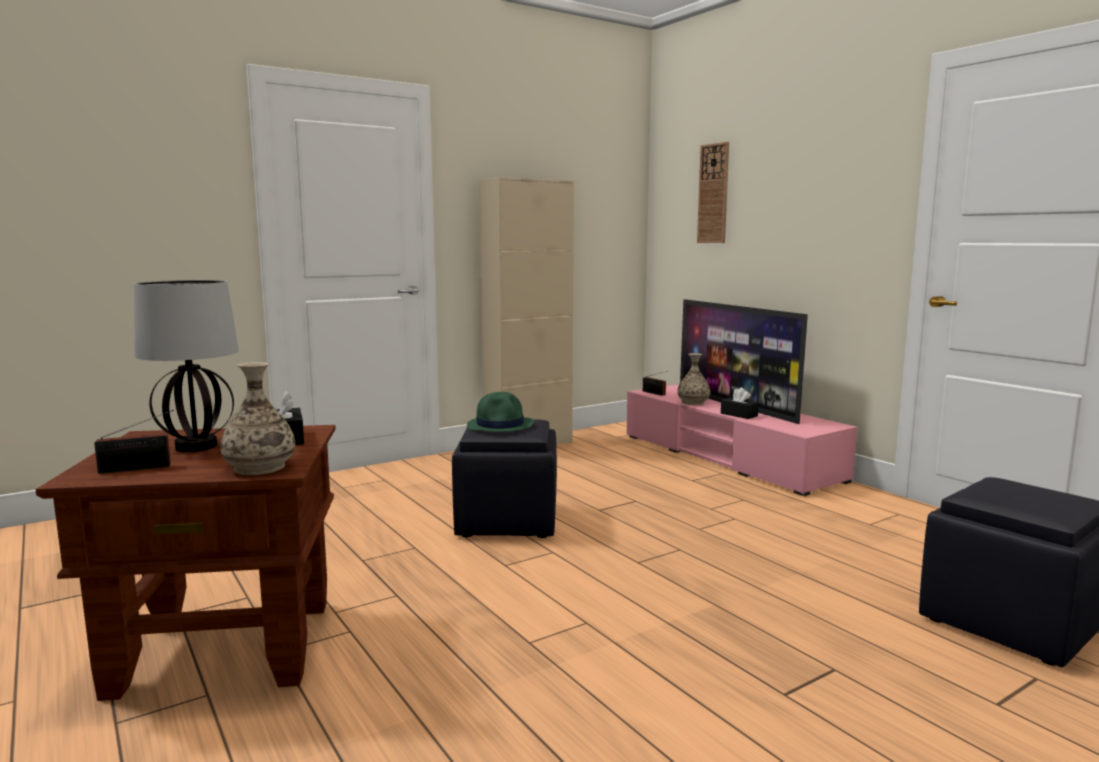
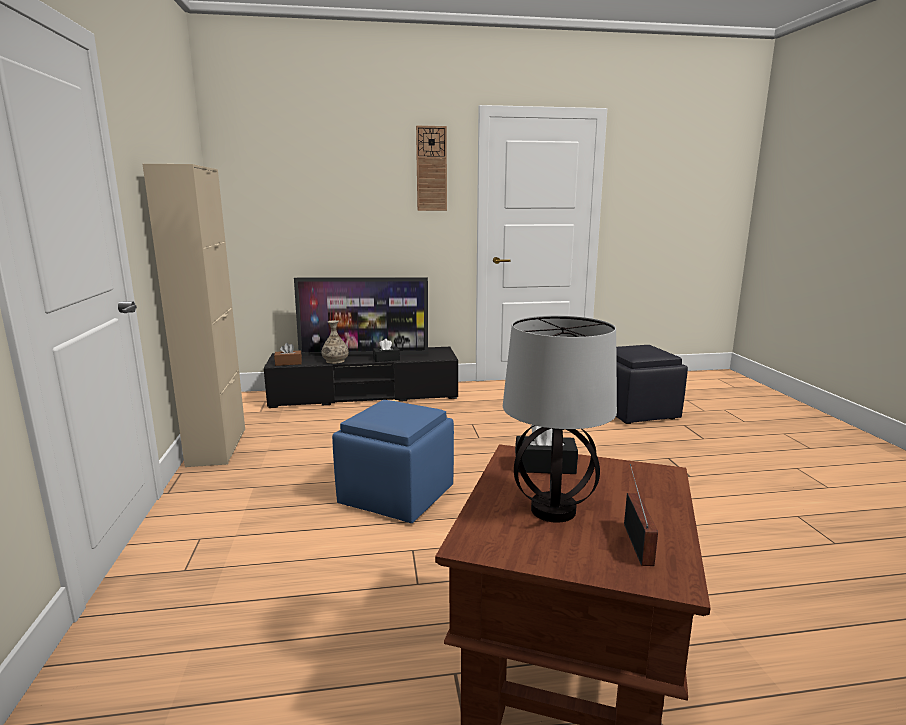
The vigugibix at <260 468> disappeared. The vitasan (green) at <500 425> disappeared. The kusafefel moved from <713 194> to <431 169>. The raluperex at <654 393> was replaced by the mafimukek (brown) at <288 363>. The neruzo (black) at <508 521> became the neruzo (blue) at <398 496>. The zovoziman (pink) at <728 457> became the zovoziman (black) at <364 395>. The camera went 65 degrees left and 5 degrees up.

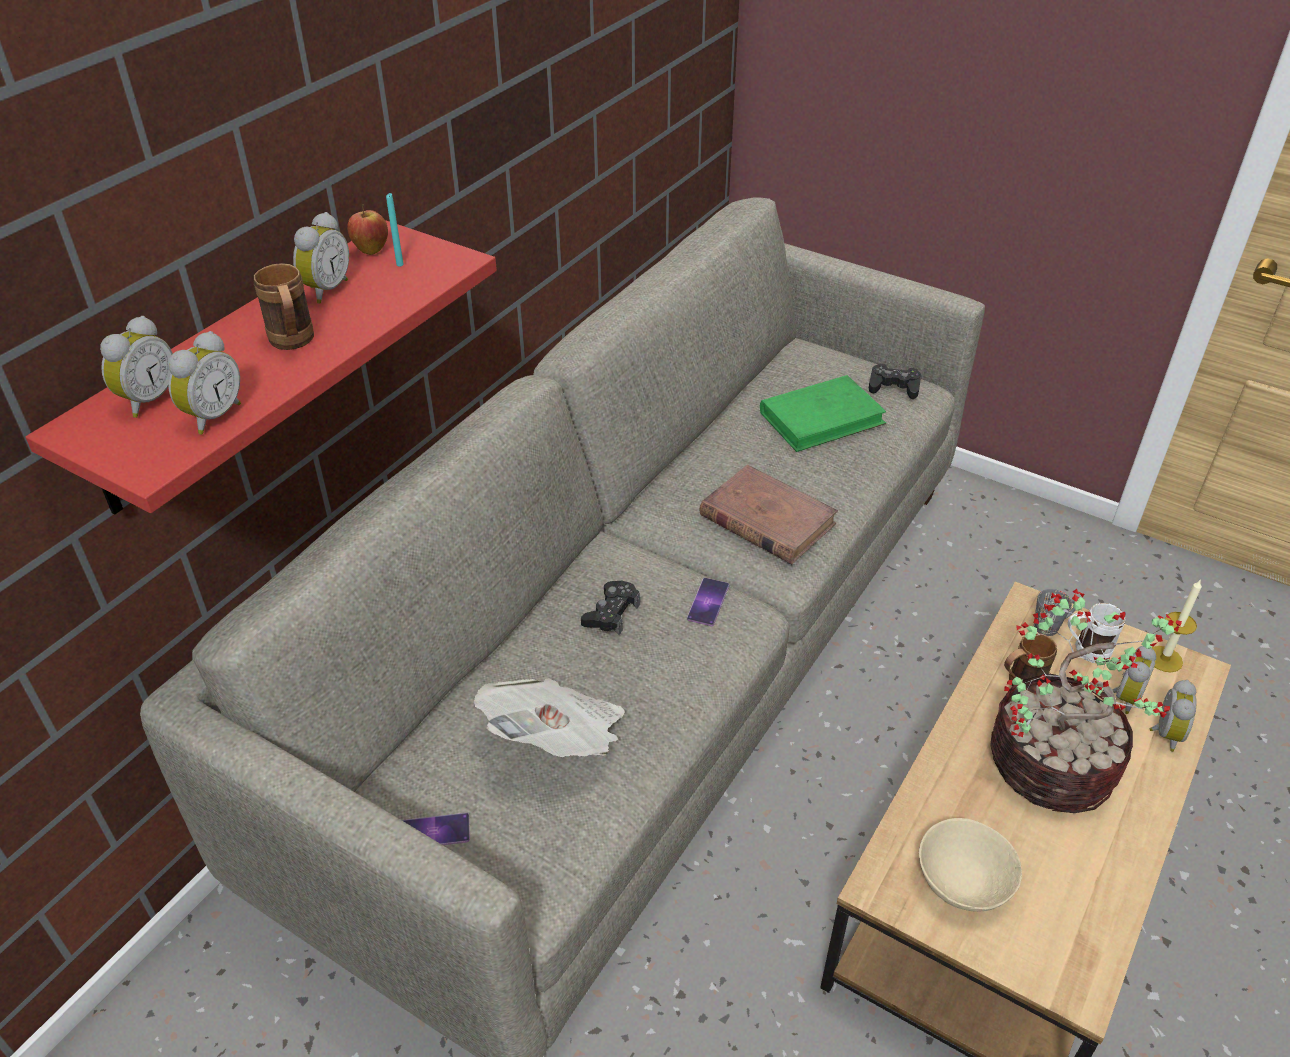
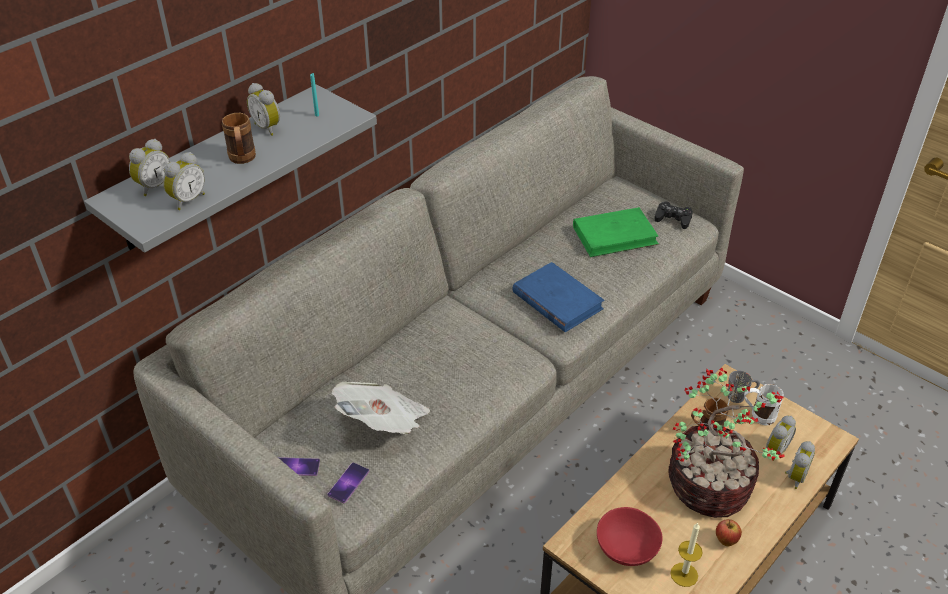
The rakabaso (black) at <611 613> disappeared. The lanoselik moved from <371 251> to <725 541>. The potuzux moved from <708 602> to <348 483>. The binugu moved from <1164 659> to <684 574>. The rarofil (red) at <242 366> became the rarofil (grey) at <215 168>. The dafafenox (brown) at <766 519> became the dafafenox (blue) at <557 300>. The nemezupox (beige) at <962 883> became the nemezupox (red) at <626 549>. The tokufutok at <325 290> turned 105 degrees clockwise. The camera went 10 degrees right and 0 degrees up.

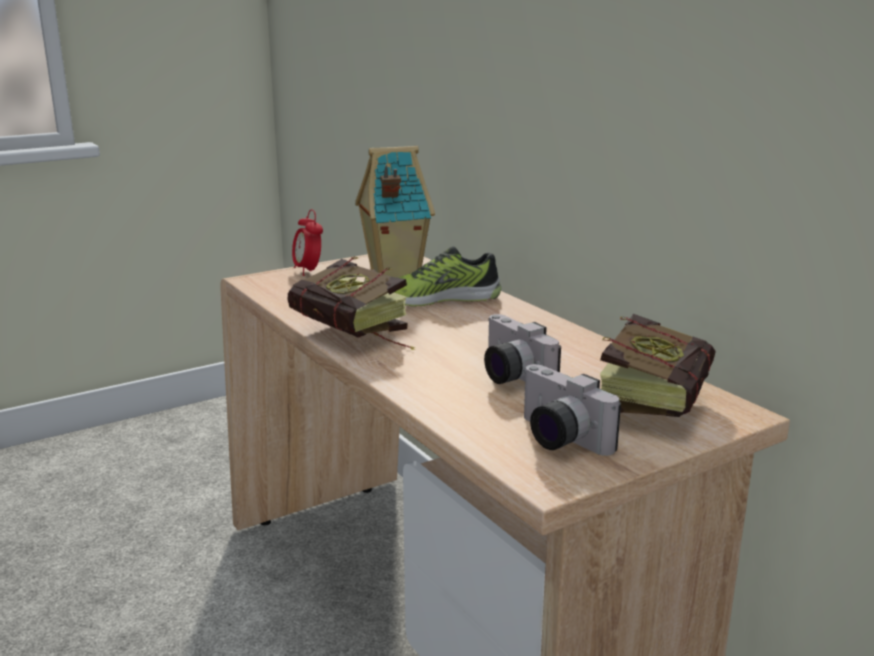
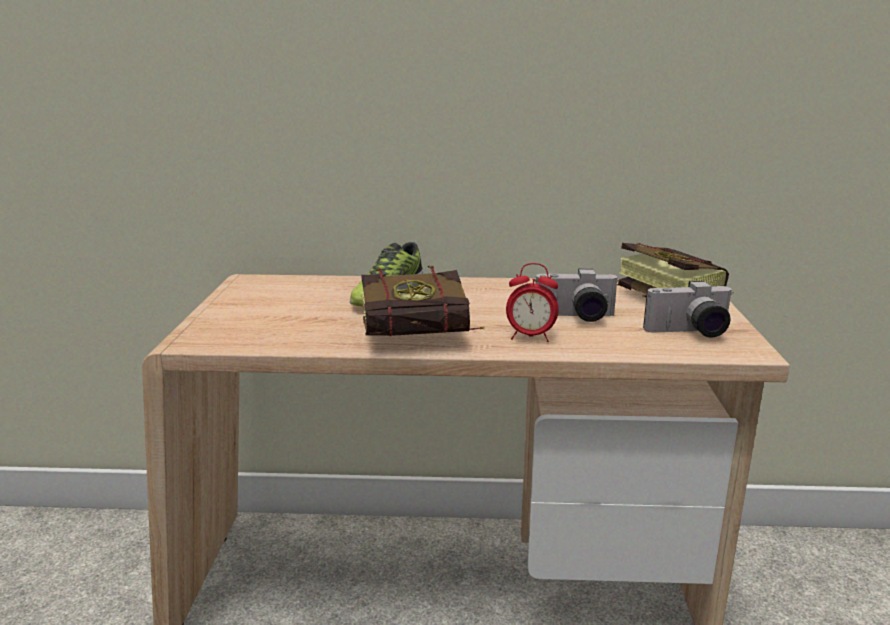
The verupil at <393 272> disappeared. The tokufutok moved from <308 271> to <530 337>. The camera went 55 degrees left and 0 degrees up.

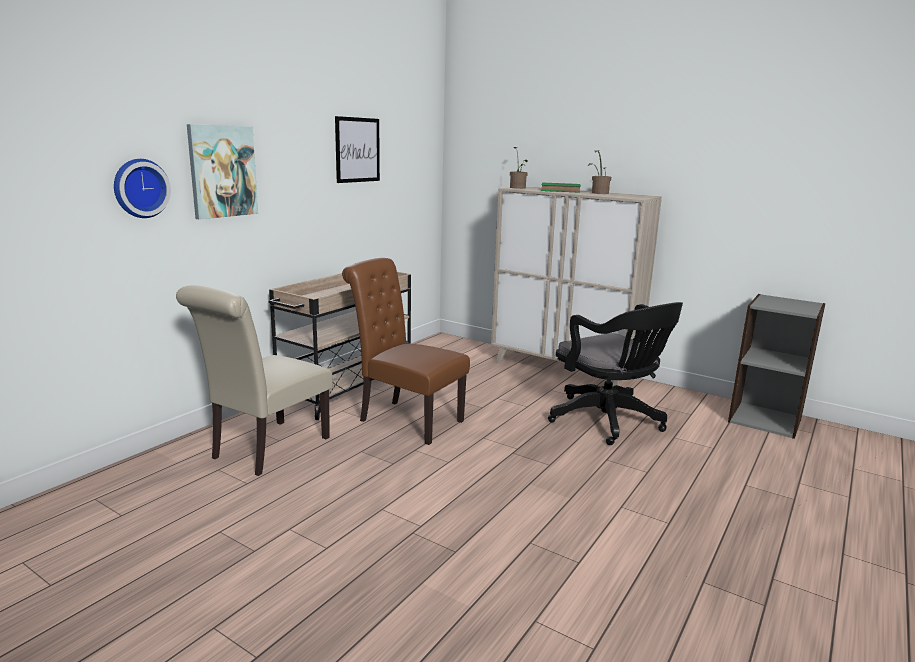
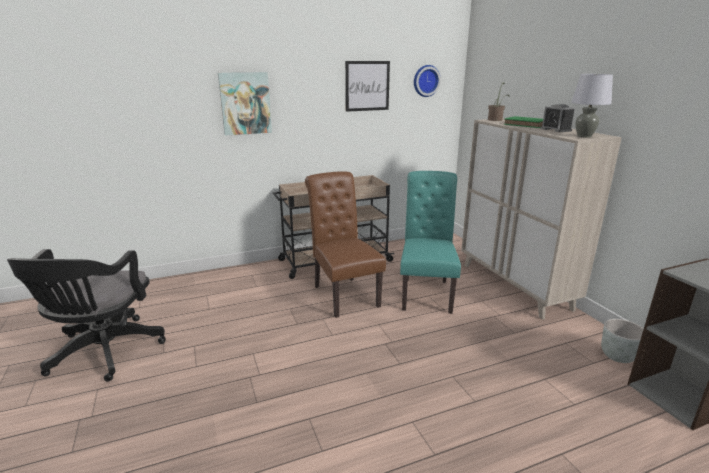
The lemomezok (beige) at <265 450> disappeared. The lemomezok (turquoise) at <426 292> appeared. The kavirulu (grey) at <584 136> appeared. The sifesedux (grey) at <618 356> appeared. The kusafefel moved from <139 188> to <425 81>. The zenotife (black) moved from <609 421> to <103 353>. The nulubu at <598 193> was replaced by the tokufutok at <555 130>. The camera went 35 degrees right and 5 degrees up.

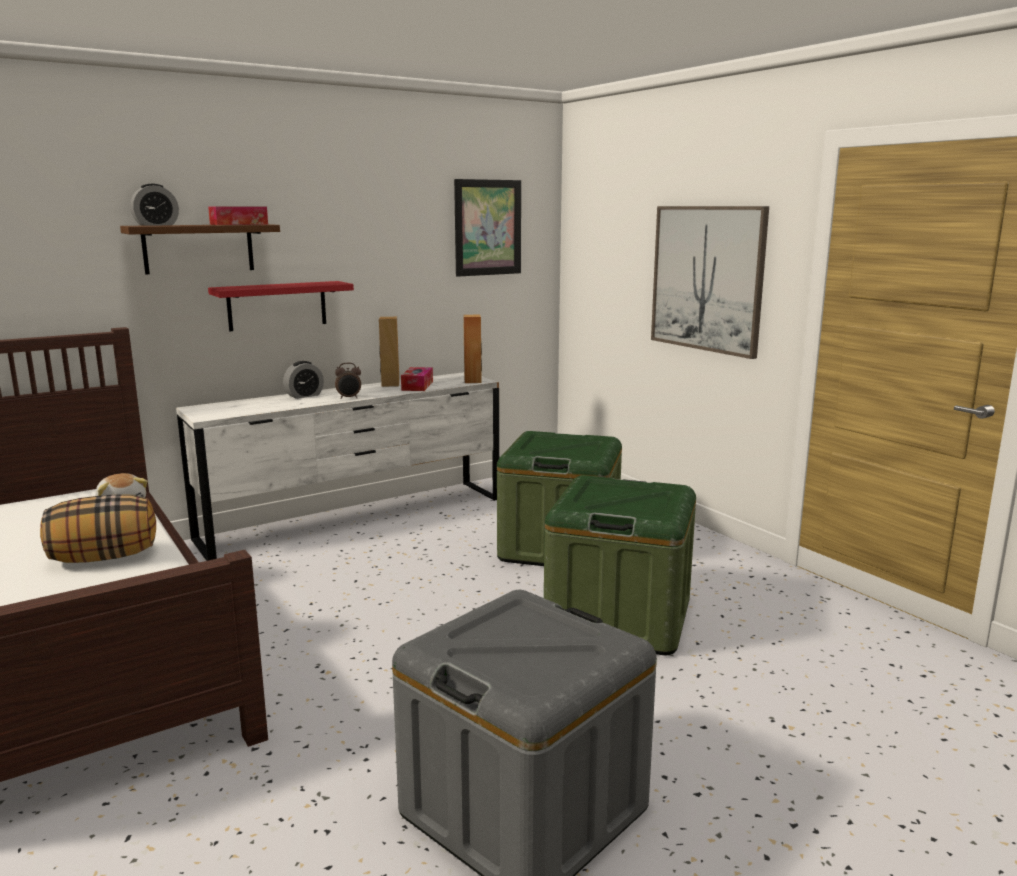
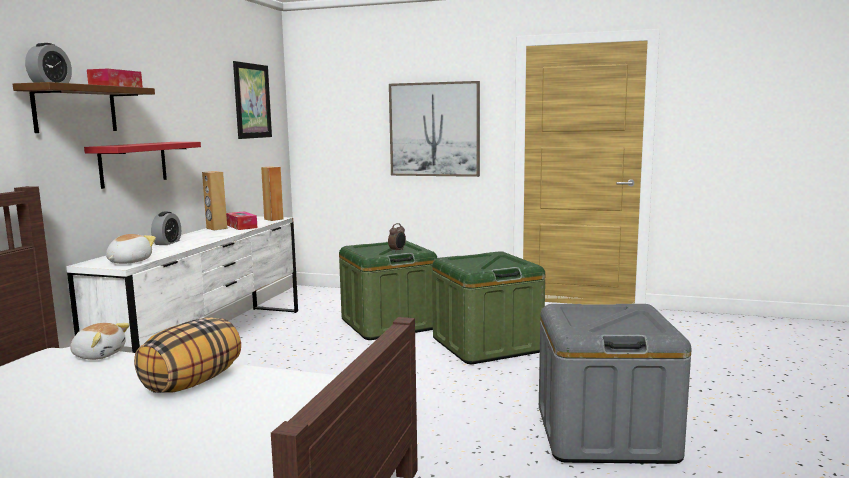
The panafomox at <128 262> appeared. The tokufutok moved from <349 398> to <397 251>. The camera went 40 degrees left and 5 degrees down.

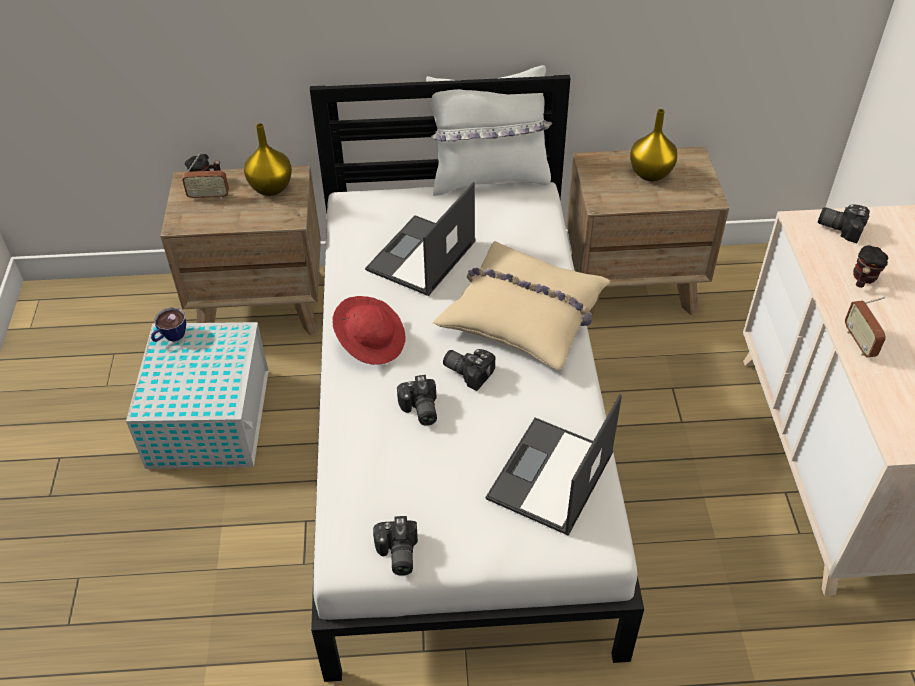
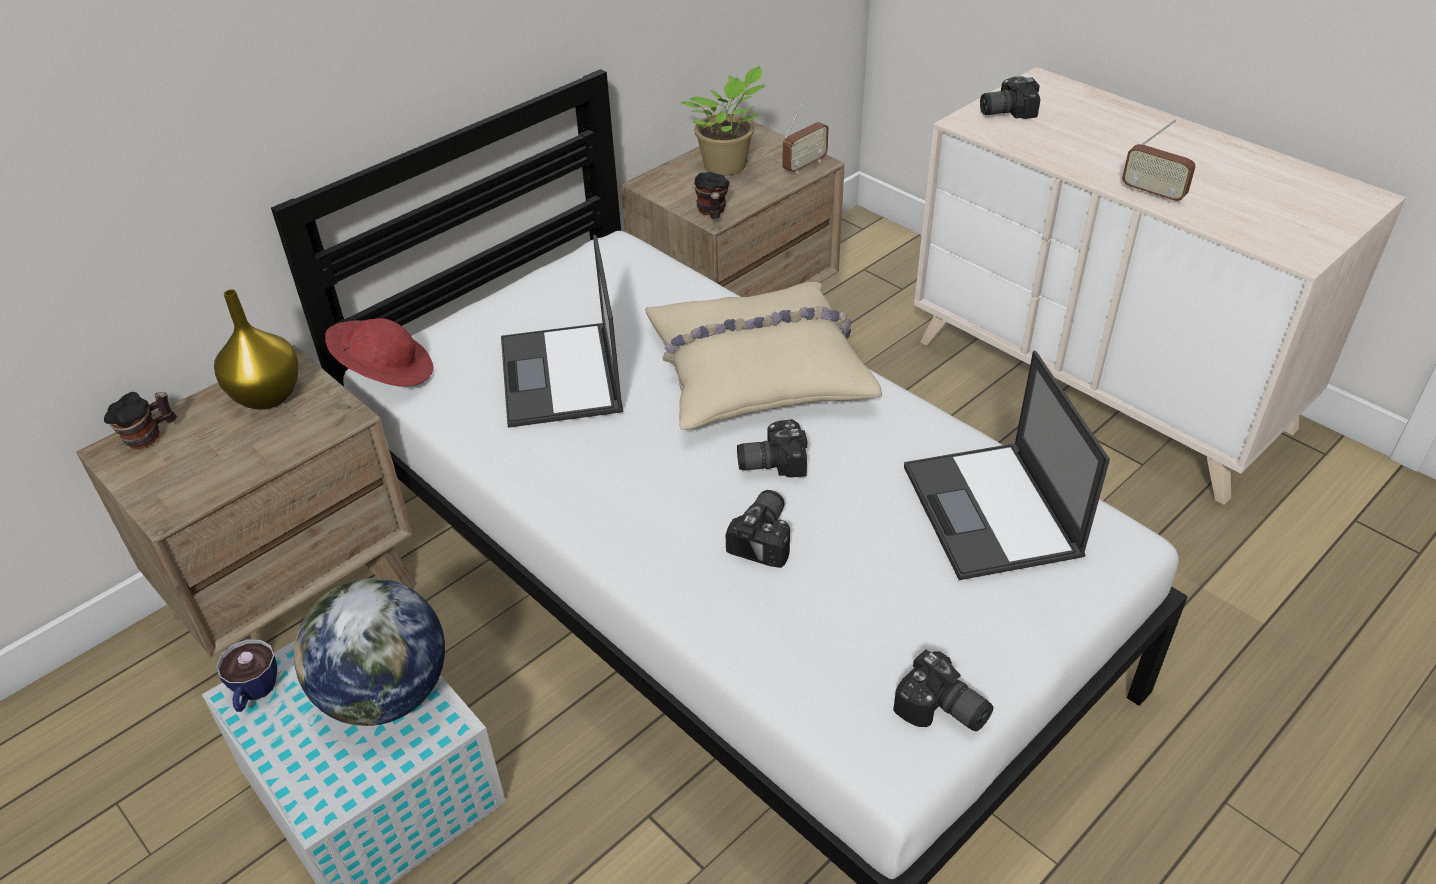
The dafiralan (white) at <489 178> disappeared. The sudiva at <385 695> appeared. The raluperex moved from <209 196> to <804 165>. The vitasan (red) moved from <371 342> to <385 372>. The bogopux moved from <863 279> to <712 213>. The vigugibix (yellow) at <650 173> was replaced by the nulubu at <728 167>. The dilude at <419 410> turned 105 degrees counterclockwise. The camera went 40 degrees left and 5 degrees down.

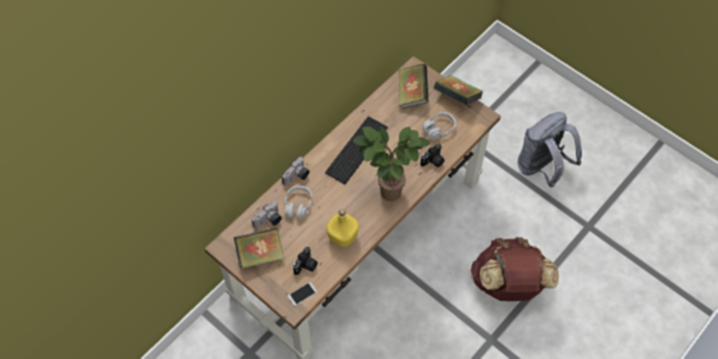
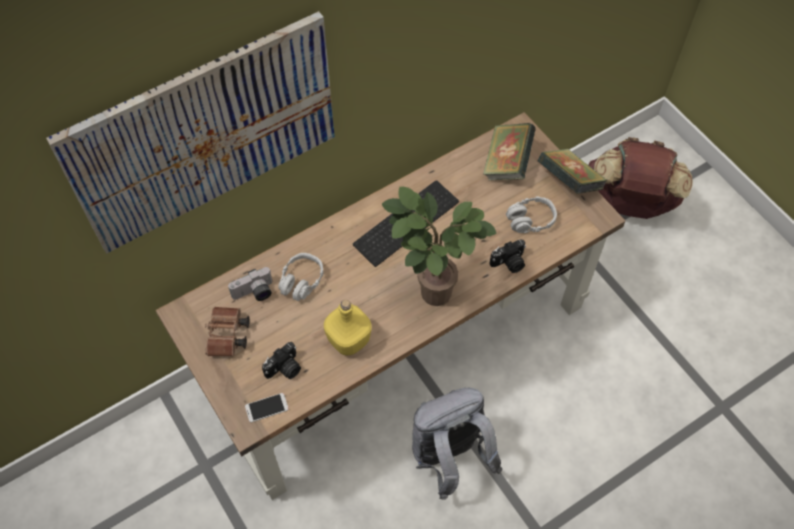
The dilude at <297 177> disappeared. The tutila at <206 134> appeared. The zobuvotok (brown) moved from <508 285> to <628 203>. The zobuvotok (grey) moved from <541 168> to <449 458>. The dafafenox at <260 254> was replaced by the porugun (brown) at <227 337>. The camera went 15 degrees right and 0 degrees up.

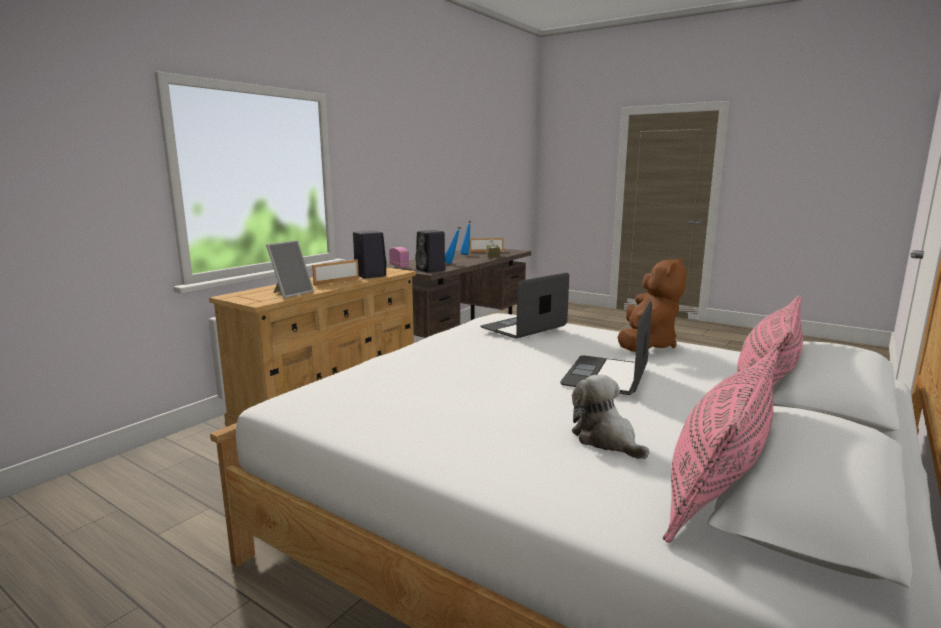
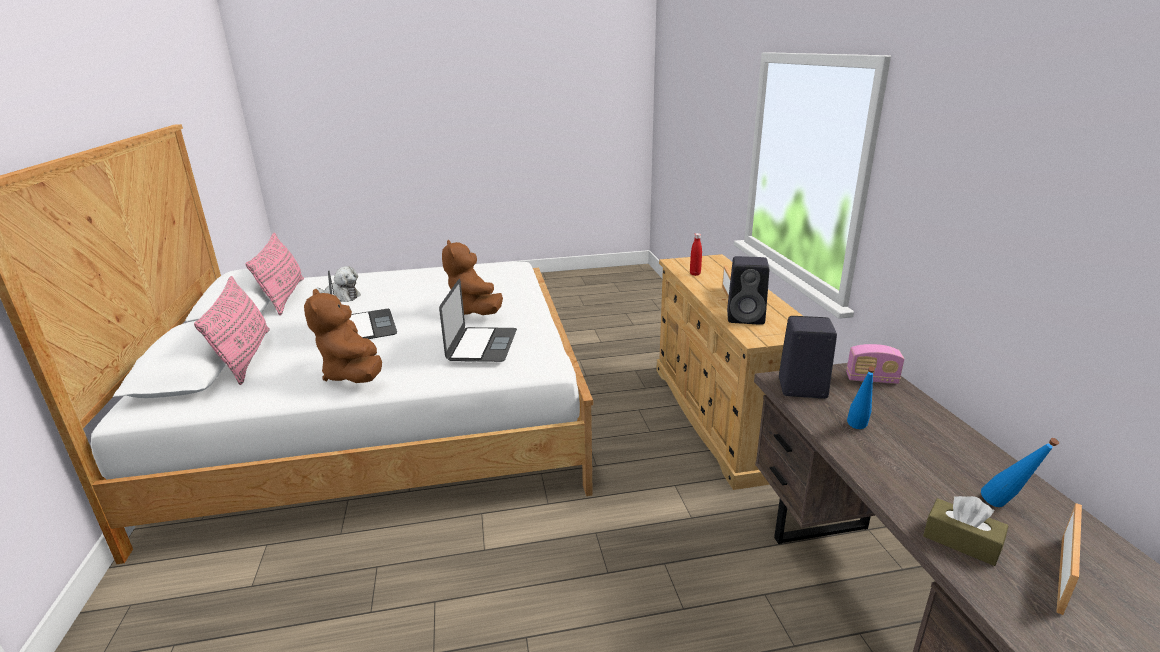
The panafomox (brown) at <475 311> appeared. The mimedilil at <291 293> was replaced by the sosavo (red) at <695 274>. The camera went 135 degrees right and 10 degrees up.

